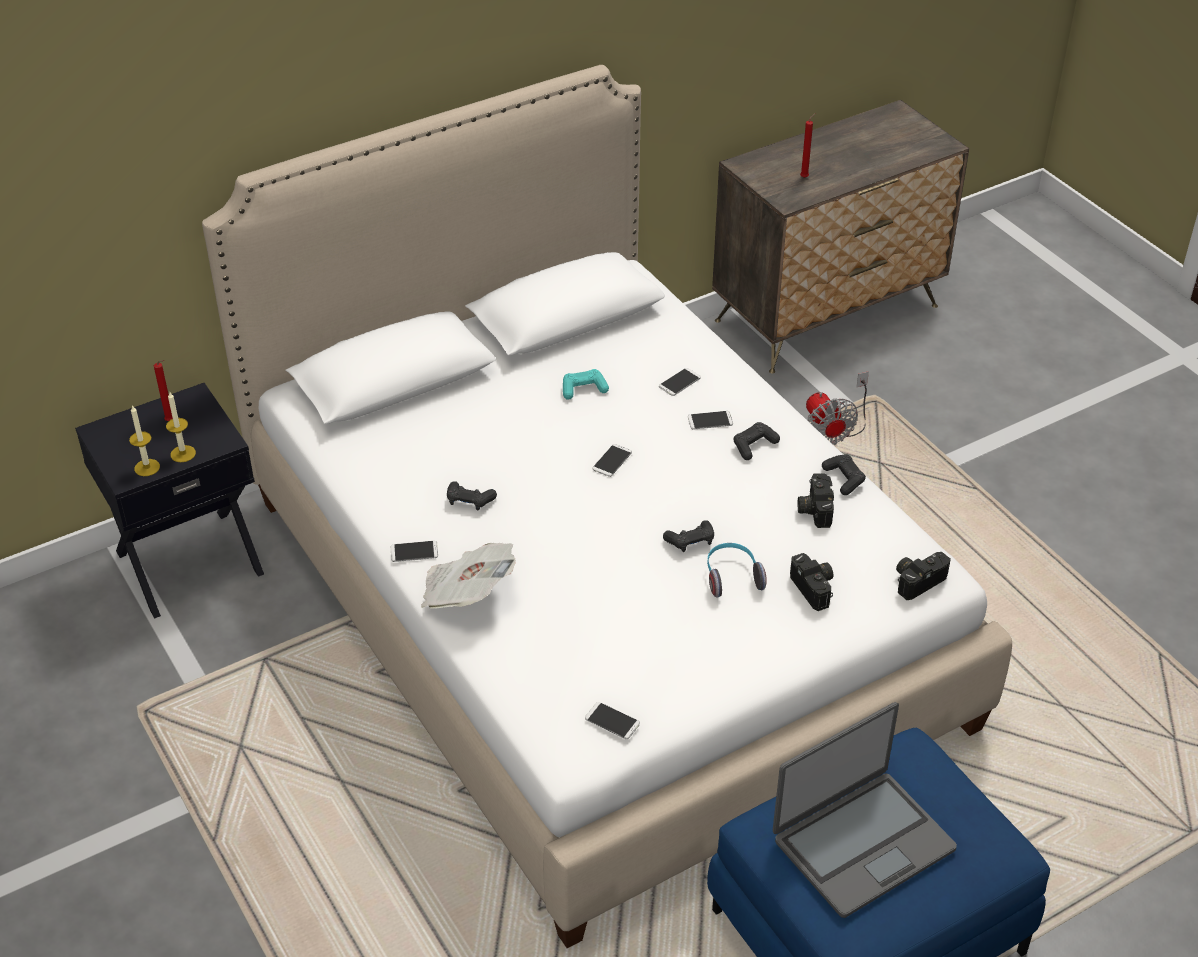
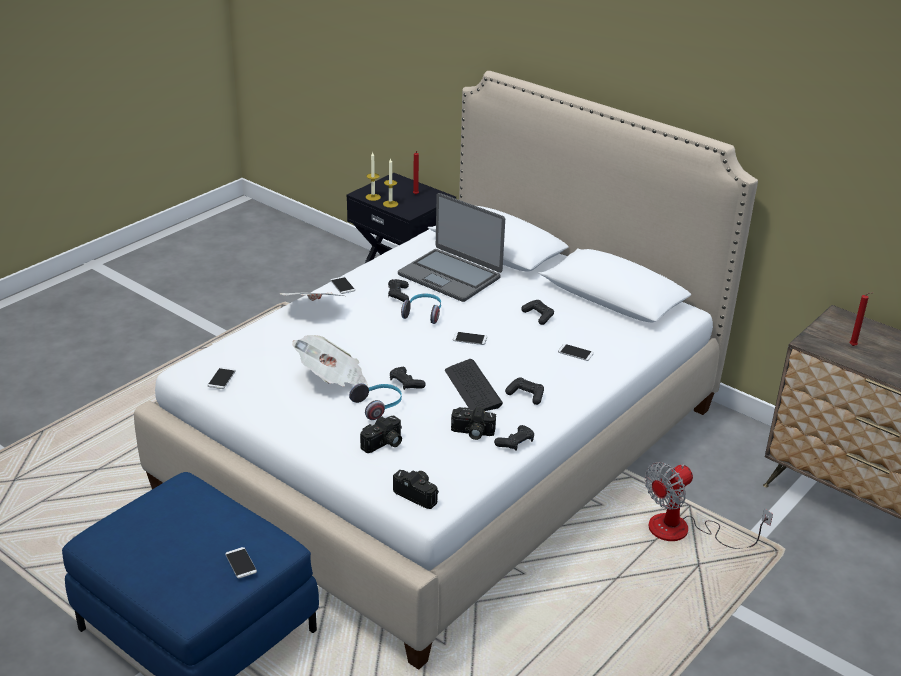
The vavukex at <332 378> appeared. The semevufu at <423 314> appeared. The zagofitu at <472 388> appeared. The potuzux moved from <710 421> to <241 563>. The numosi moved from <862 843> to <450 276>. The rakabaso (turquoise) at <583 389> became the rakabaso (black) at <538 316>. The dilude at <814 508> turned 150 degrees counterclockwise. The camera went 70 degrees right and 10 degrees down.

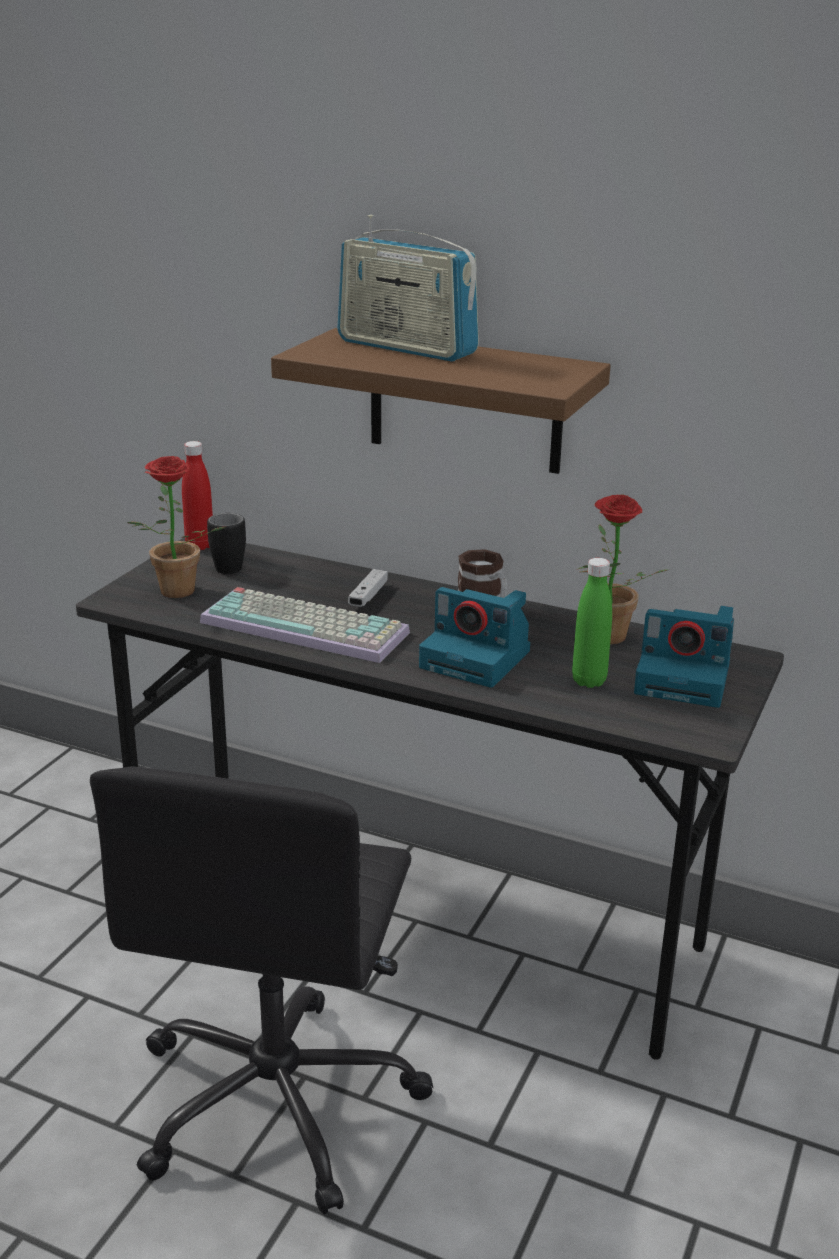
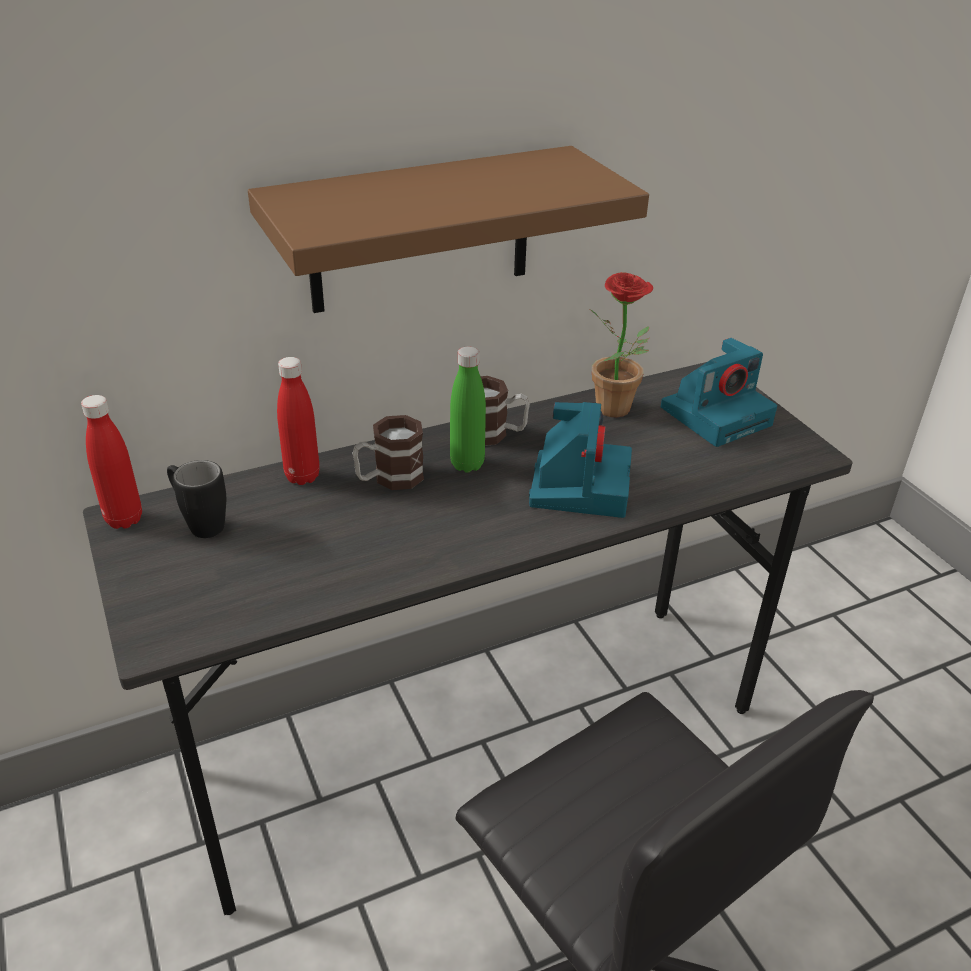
The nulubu at <174 594> disappeared. The zagofitu at <308 626> disappeared. The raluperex at <406 348> disappeared. The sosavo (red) at <302 476> appeared. The sosavo (green) moved from <589 681> to <467 464>. The rakabaso (white) at <368 596> was replaced by the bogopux at <389 478>. The dilude at <478 659> turned 60 degrees counterclockwise. The camera went 50 degrees left and 10 degrees up.

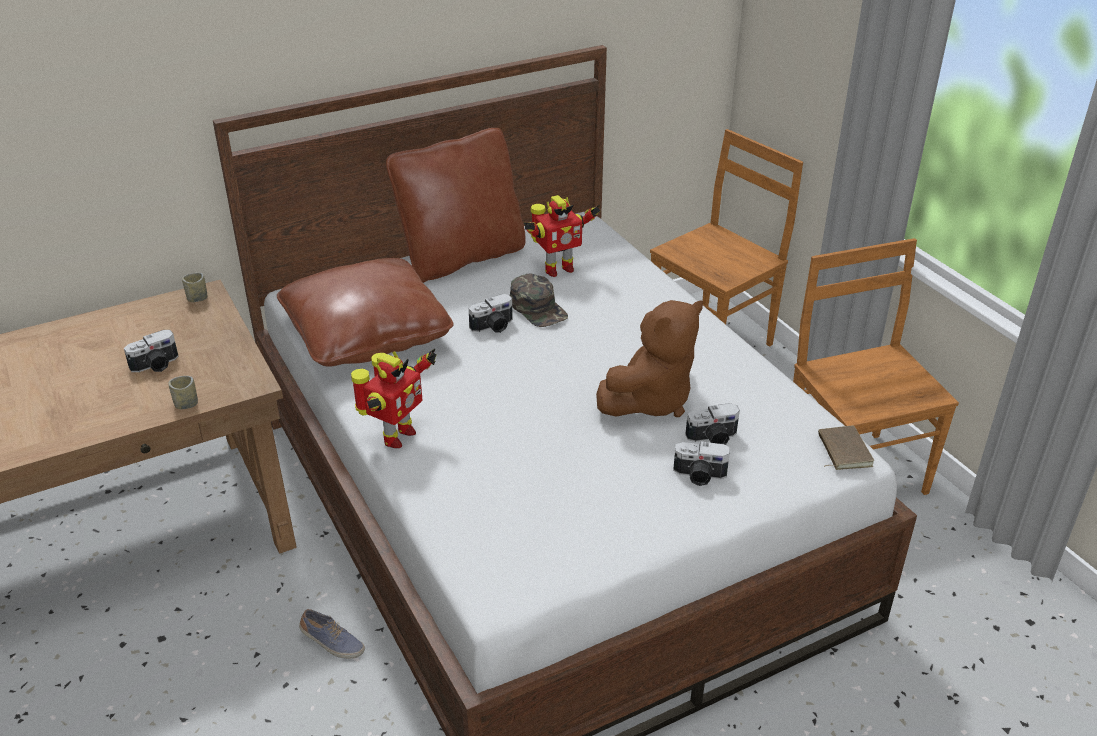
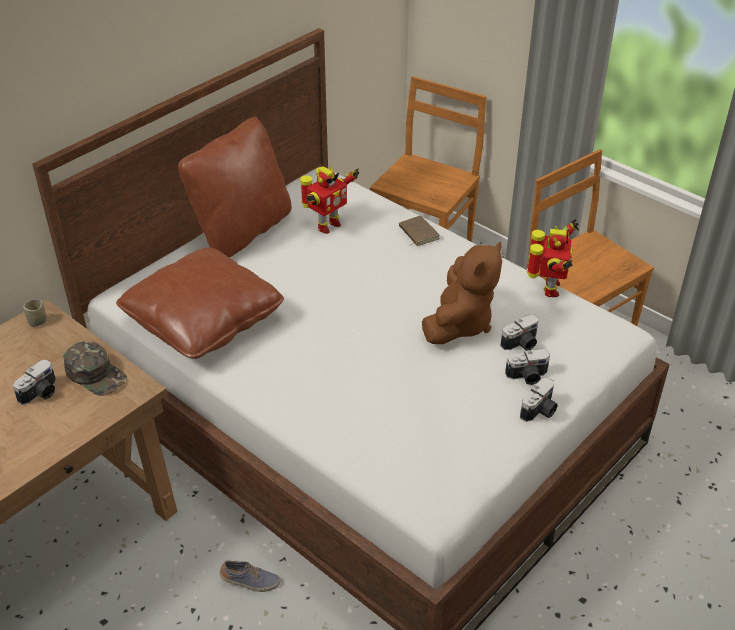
The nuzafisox at <186 404> disappeared. The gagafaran moved from <396 436> to <548 289>. The dilude moved from <493 327> to <540 411>. The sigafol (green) moved from <538 308> to <96 374>. The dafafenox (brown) moved from <842 451> to <417 233>. The camera went 20 degrees left and 5 degrees up.

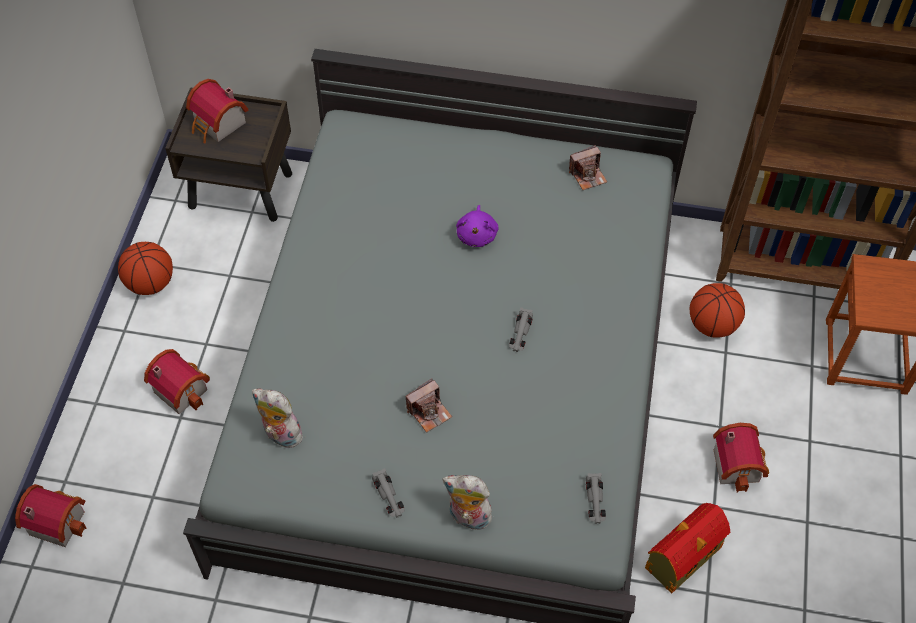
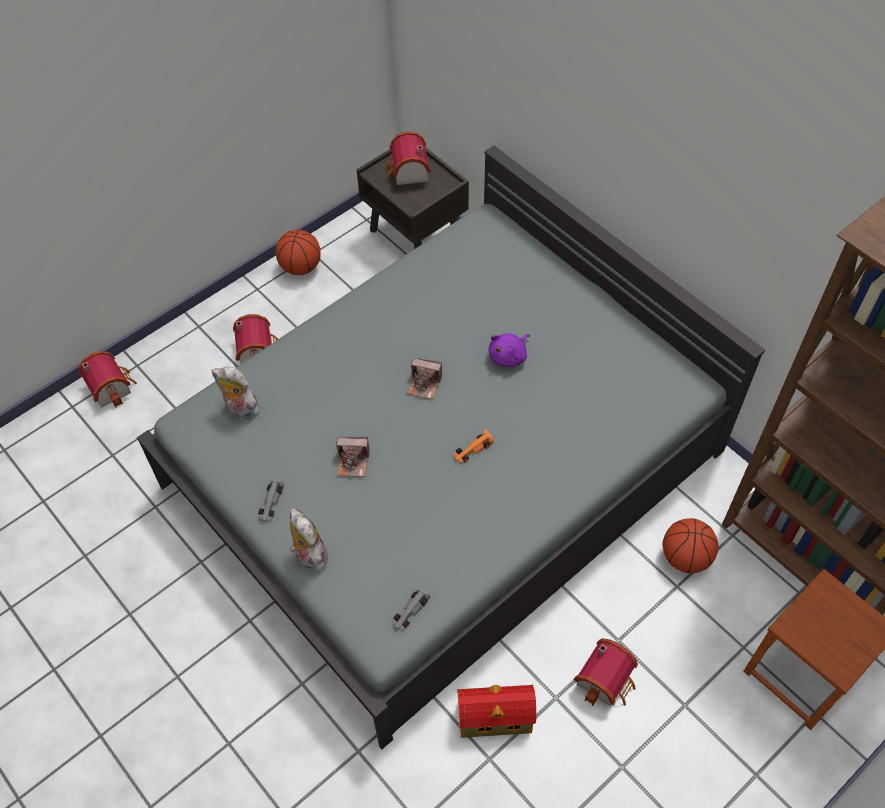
The dilude moved from <587 175> to <424 385>. The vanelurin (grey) at <520 333> became the vanelurin (orange) at <472 449>. The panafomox at <280 435> turned 45 degrees counterclockwise. The camera went 40 degrees right and 0 degrees up.

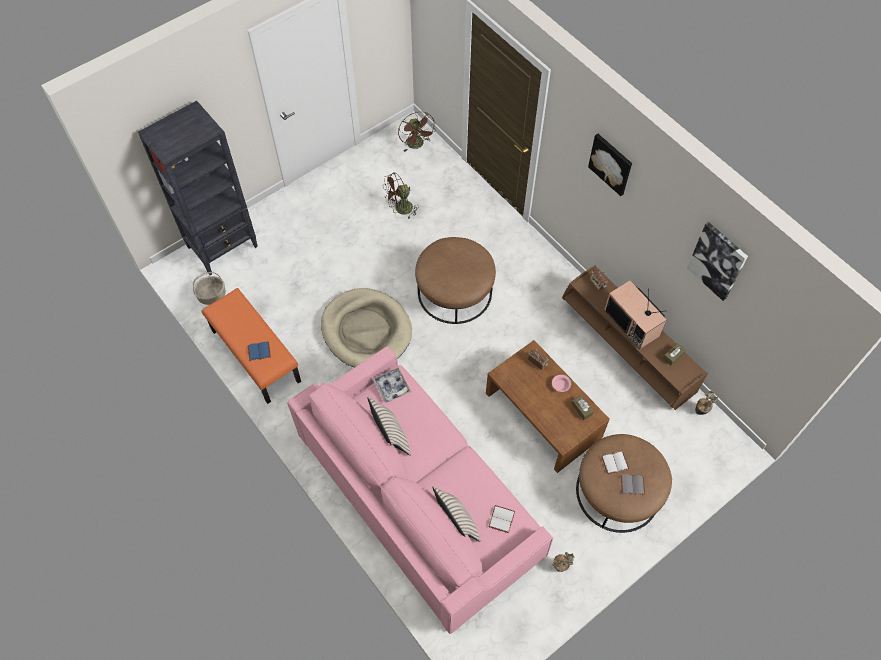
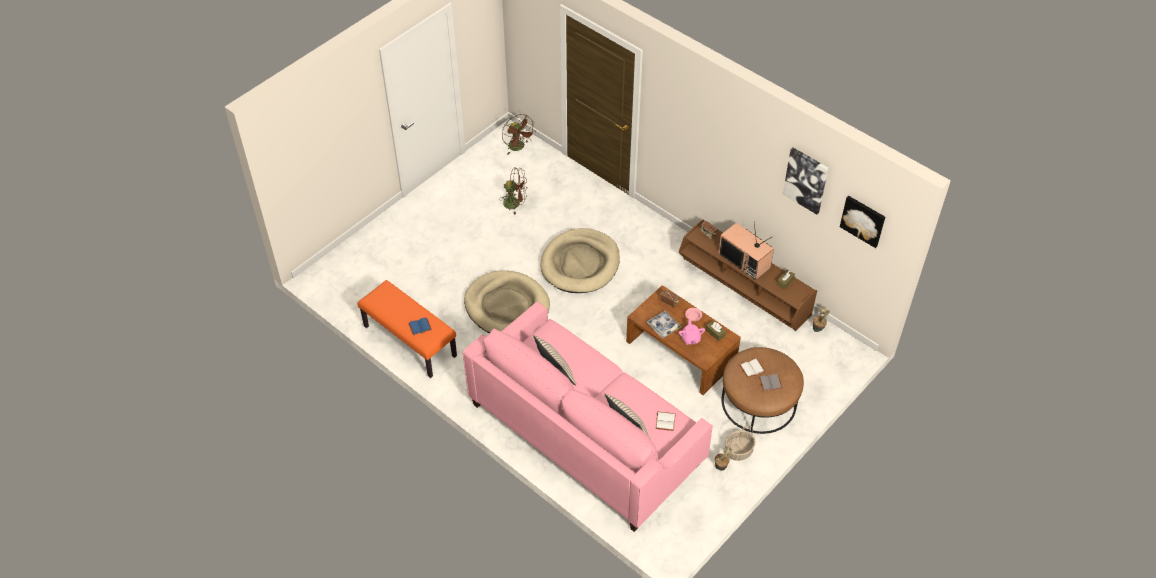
The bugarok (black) at <223 246> disappeared. The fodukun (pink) at <690 339> appeared. The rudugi moved from <212 295> to <738 450>. The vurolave moved from <392 387> to <663 326>. The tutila moved from <611 163> to <863 220>. The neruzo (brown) at <455 291> was replaced by the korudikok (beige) at <580 264>. The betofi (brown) at <400 210> turned 135 degrees counterclockwise. The camera went 10 degrees left and 10 degrees down.

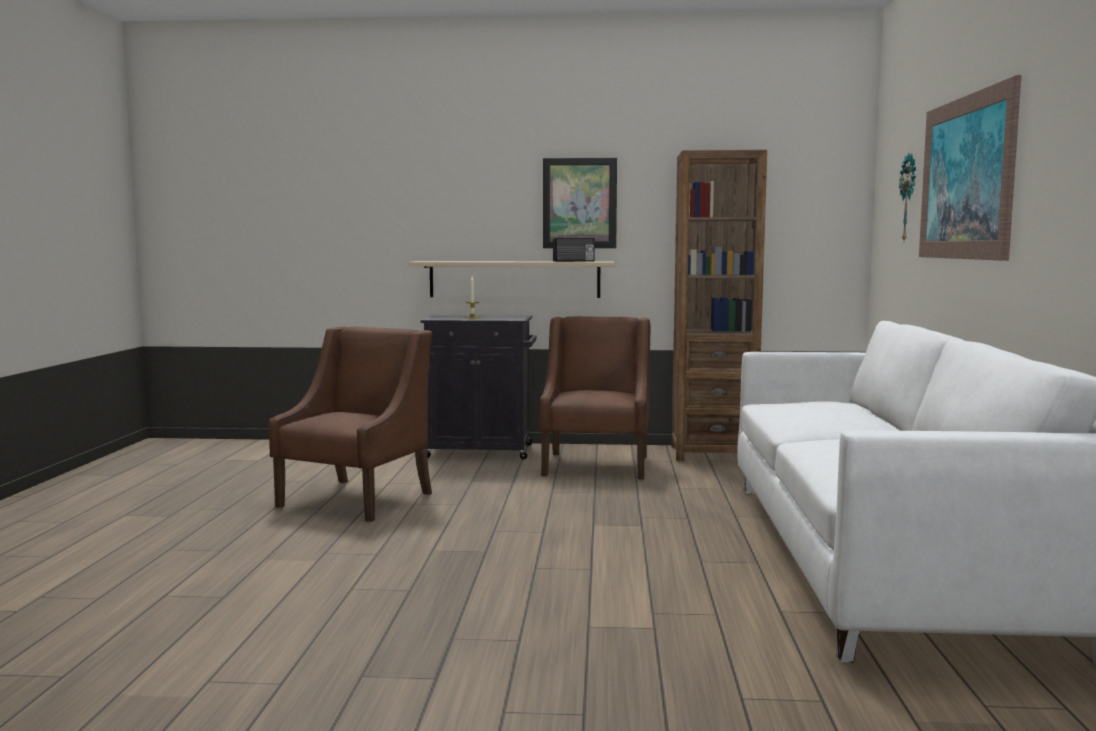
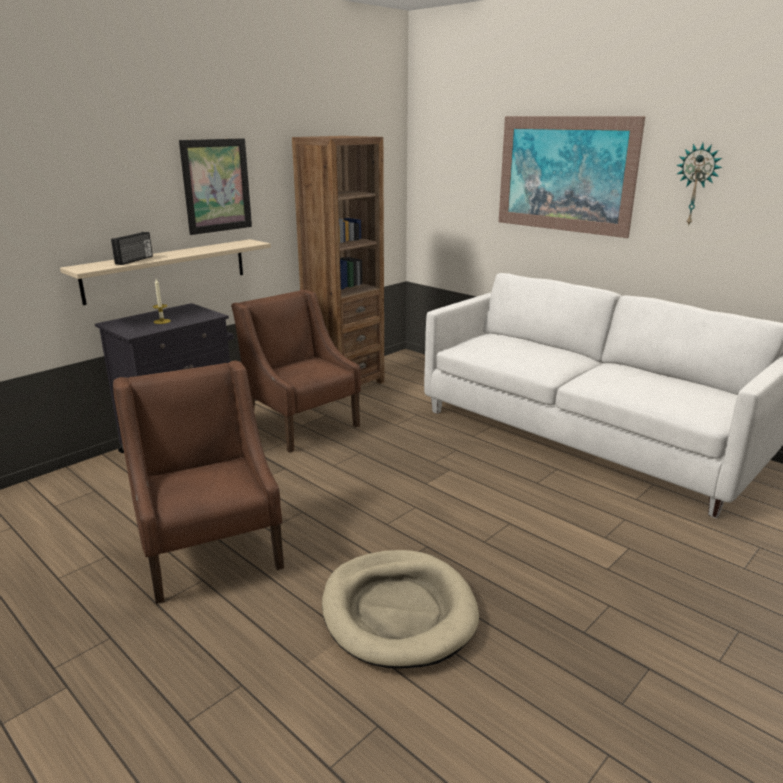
The korudikok (beige) at <398 611> appeared. The raluperex moved from <574 261> to <135 260>. The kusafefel moved from <910 197> to <696 185>. The camera went 50 degrees left and 15 degrees up.

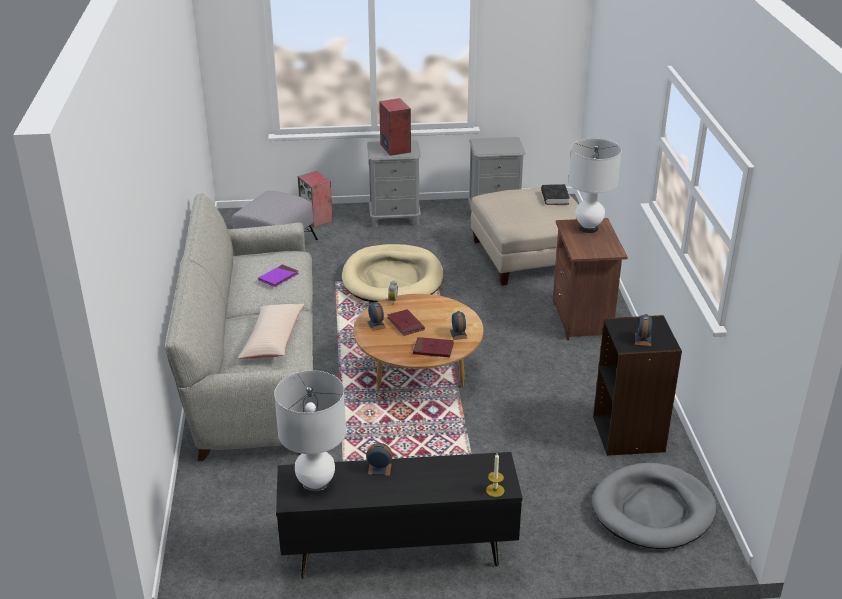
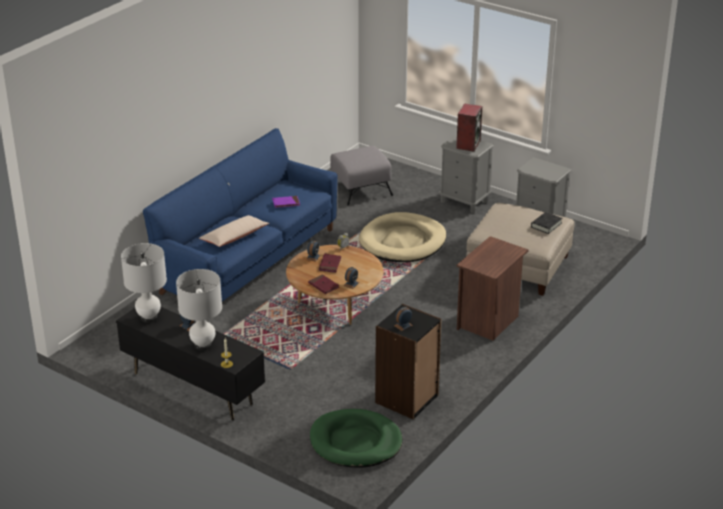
The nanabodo at <317 219> disappeared. The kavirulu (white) moved from <588 228> to <203 345>. The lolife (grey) at <255 370> became the lolife (blue) at <248 260>. The korudikok (grey) at <653 510> became the korudikok (green) at <355 442>. The camera went 40 degrees right and 0 degrees up.

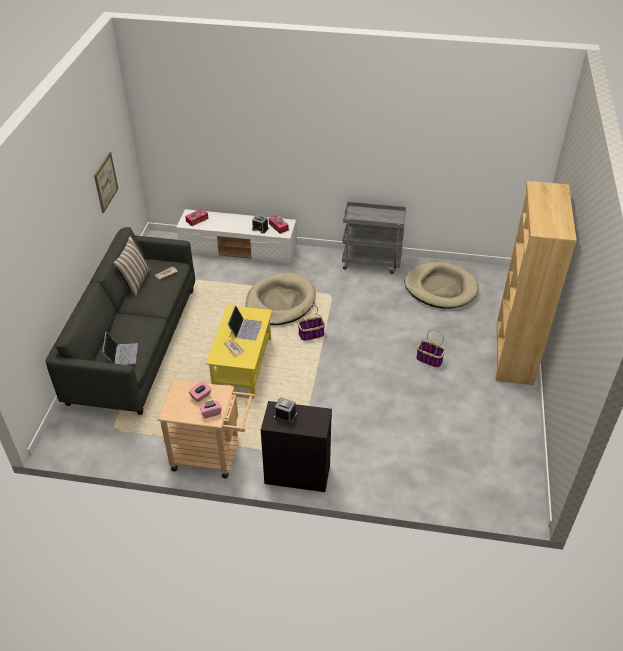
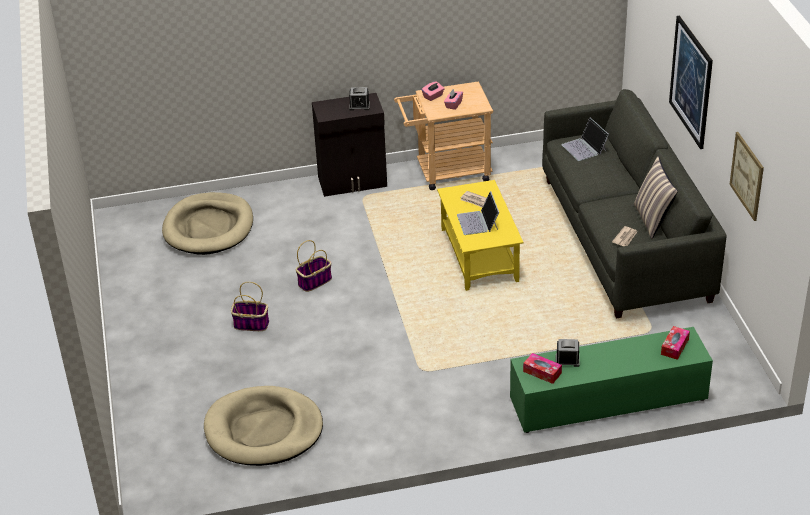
The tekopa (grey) at <372 262> disappeared. The bugarok (brown) at <513 353> disappeared. The tutila at <691 82> appeared. The korudikok (beige) moved from <280 302> to <208 227>. The rudugi moved from <311 334> to <315 281>. The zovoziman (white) at <239 250> became the zovoziman (green) at <607 401>. The camera went 160 degrees right and 5 degrees down.

